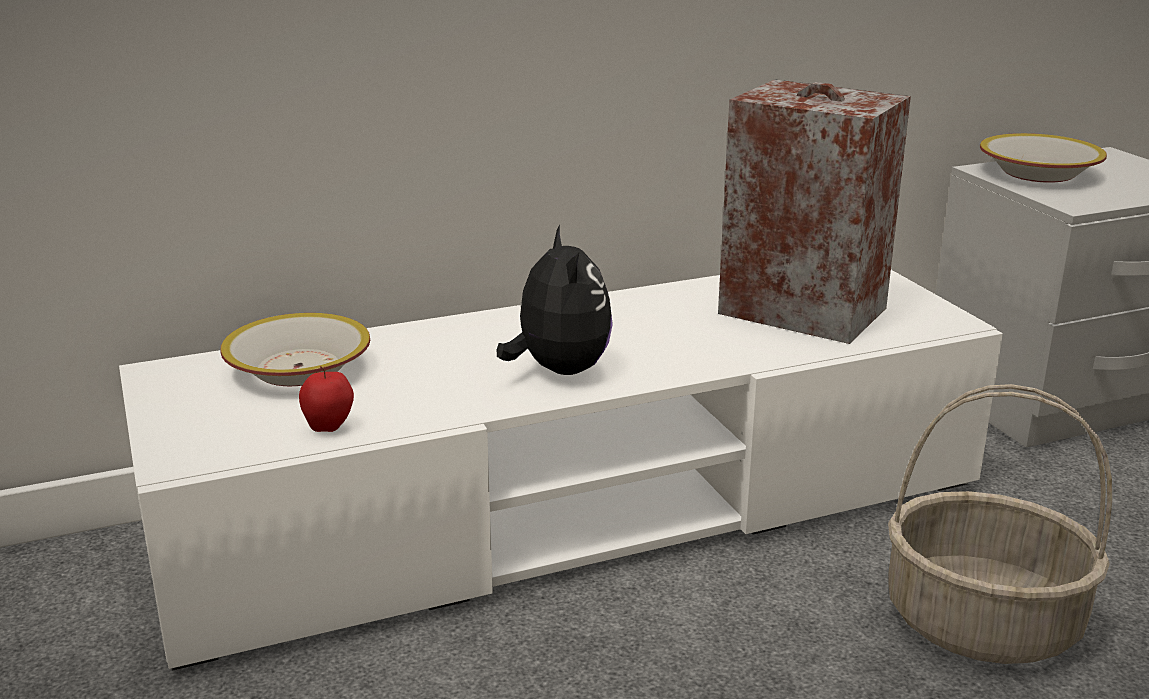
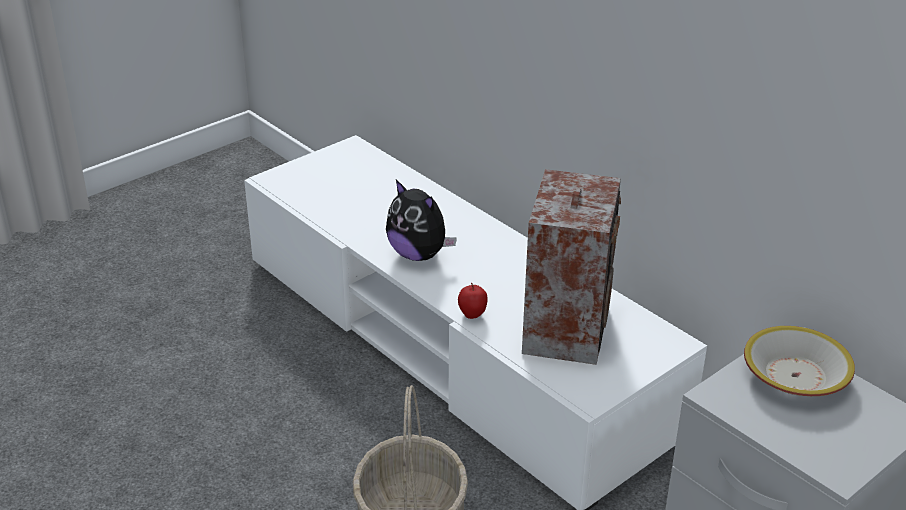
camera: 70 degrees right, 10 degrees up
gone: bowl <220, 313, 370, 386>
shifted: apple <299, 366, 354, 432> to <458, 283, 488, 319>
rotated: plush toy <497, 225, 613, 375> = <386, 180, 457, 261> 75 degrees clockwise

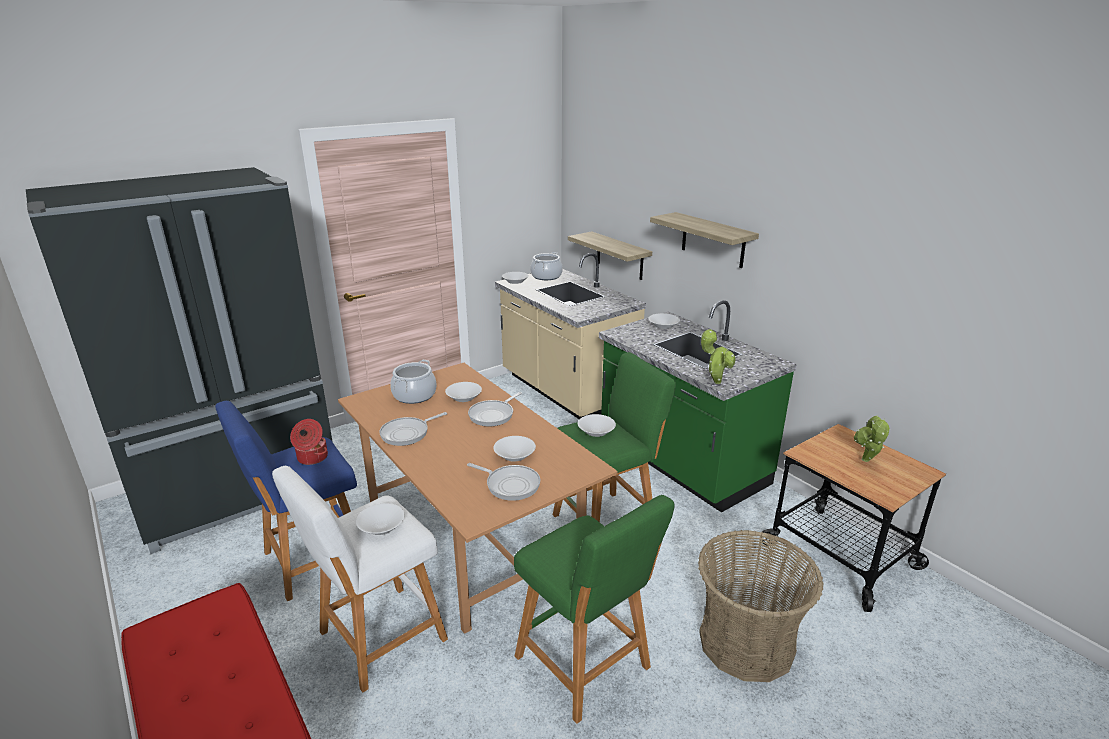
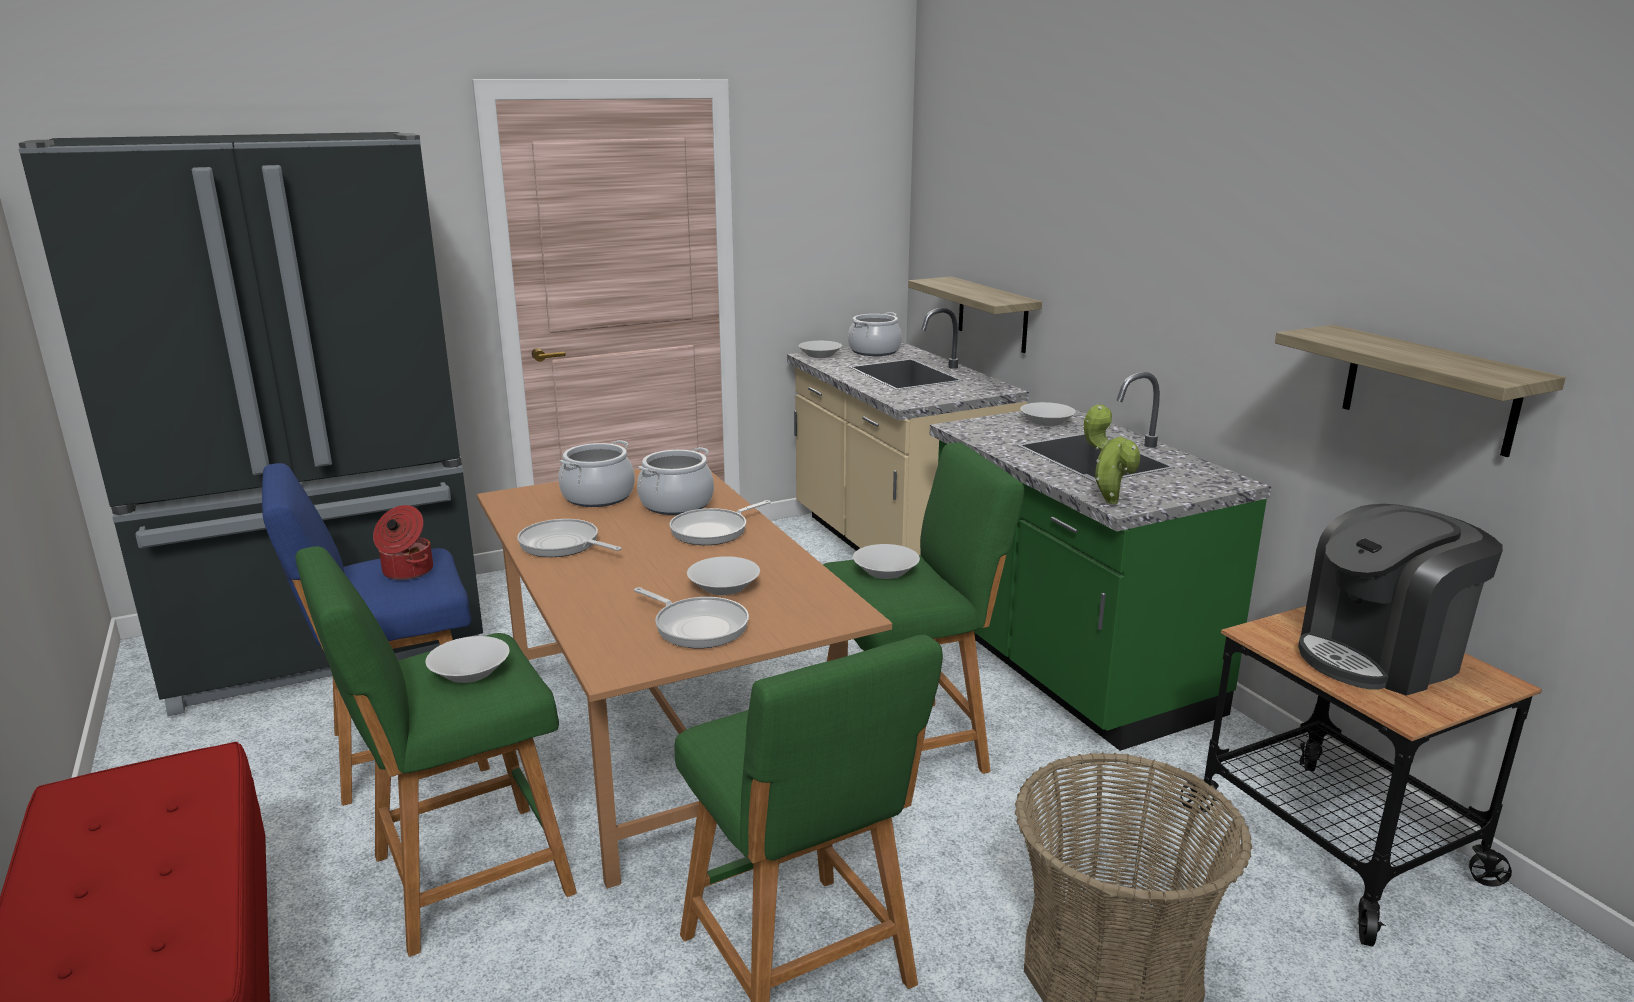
camera: 10 degrees right, 5 degrees down
shifted: shelf <650, 212, 759, 268> to <1275, 325, 1566, 457>
swapped: white bowl <445, 382, 482, 402> to cooking pot <637, 447, 714, 515>; potted plant <854, 415, 890, 462> to coffee machine <1298, 504, 1503, 696>
repainted: white stool <272, 466, 448, 692> to green stool <295, 546, 577, 957>
rotated: frying pan <379, 412, 447, 446> = <517, 519, 622, 557> 60 degrees clockwise

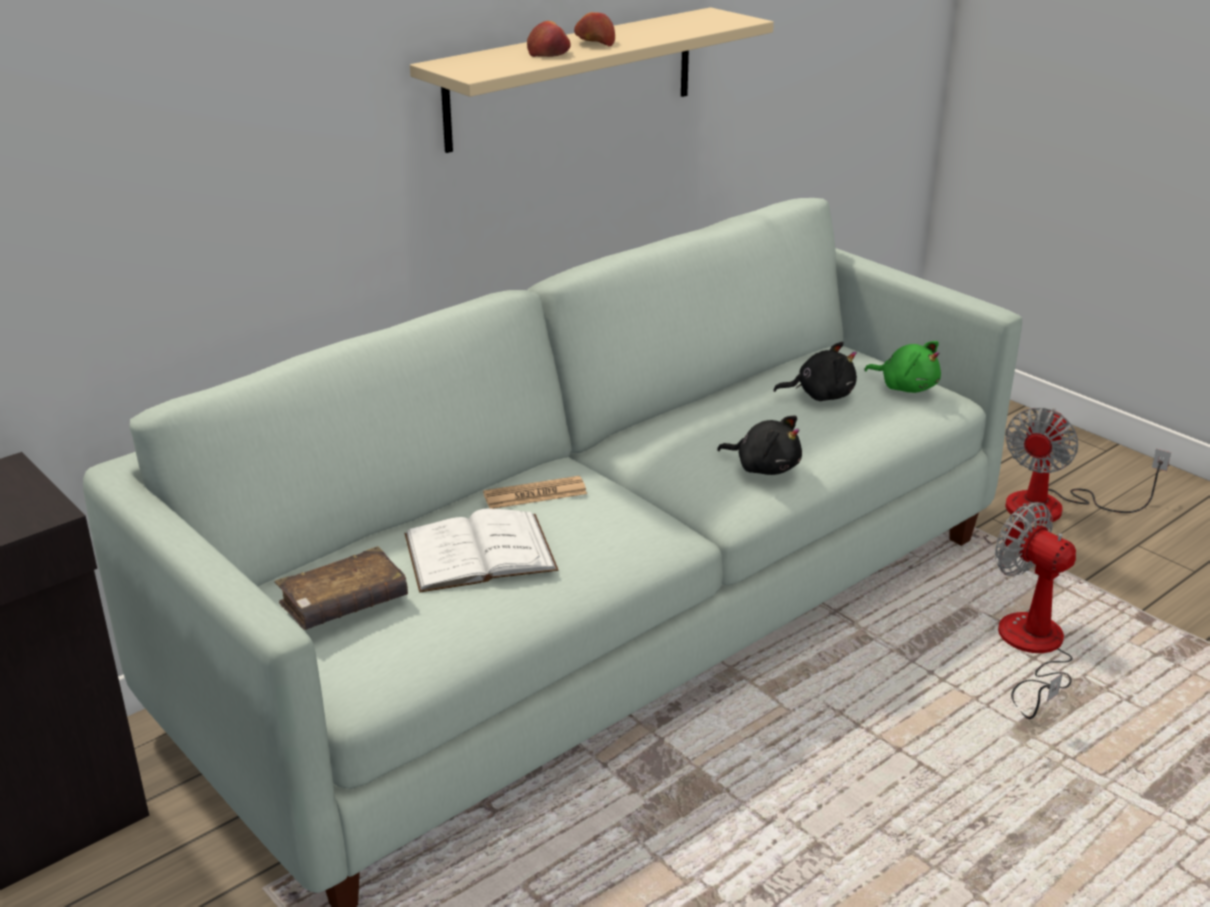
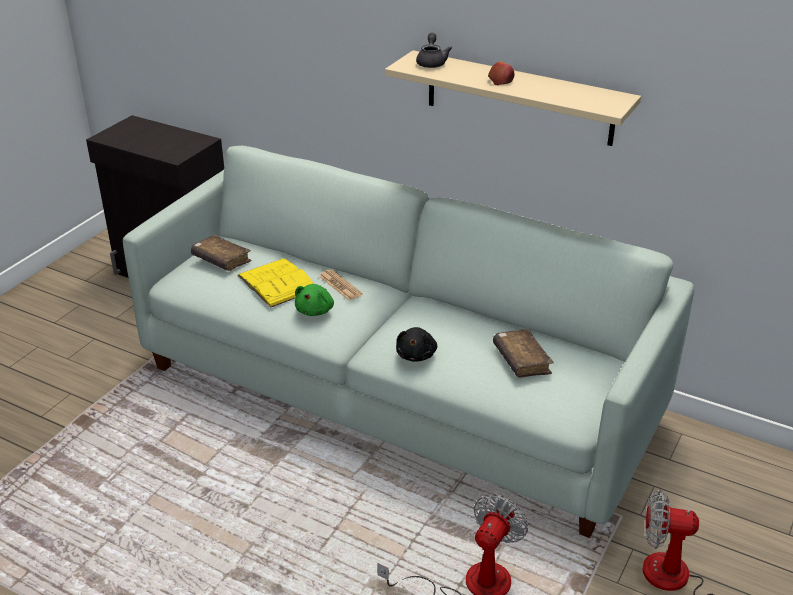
camera: 70 degrees right, 5 degrees up
gone: apple <527, 21, 571, 57>
new: grey teapot <416, 33, 452, 68>
shifted: green plush toy <864, 341, 941, 393> to <295, 284, 334, 316>
swapped: black plush toy <773, 342, 857, 401> to brown book <493, 329, 554, 378>
repainted: white book <405, 509, 559, 593> to yellow book <237, 258, 314, 308>

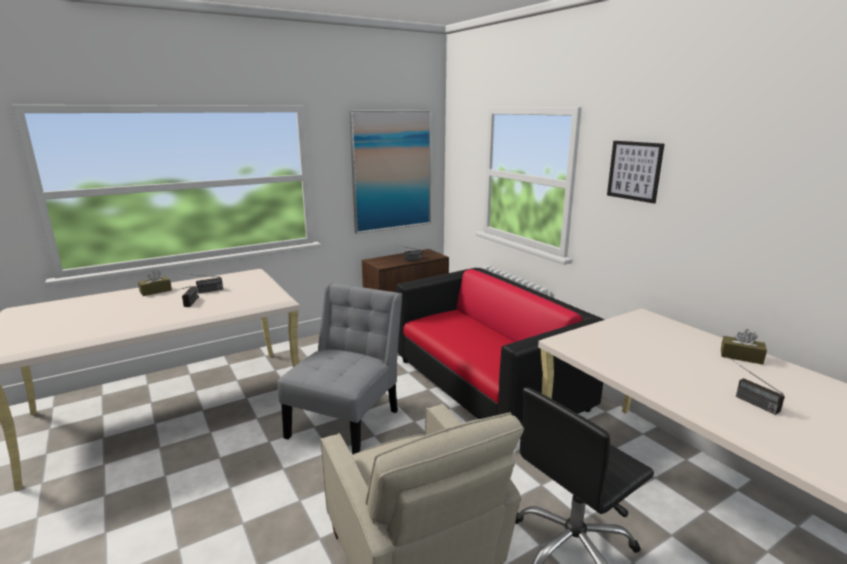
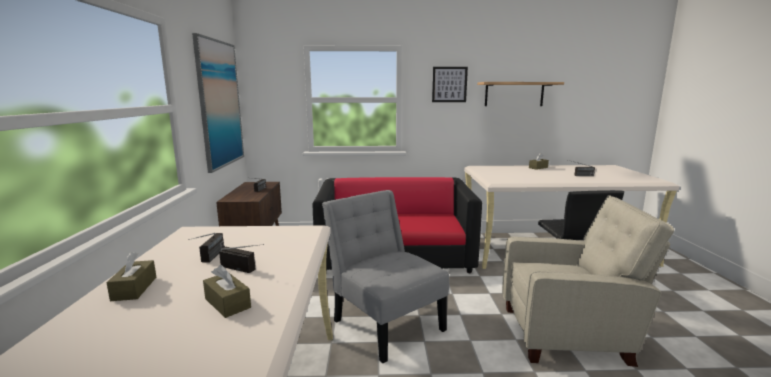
camera: 60 degrees left, 5 degrees down
new: shelf <477, 82, 564, 106>; brown tissue box <203, 265, 251, 318>

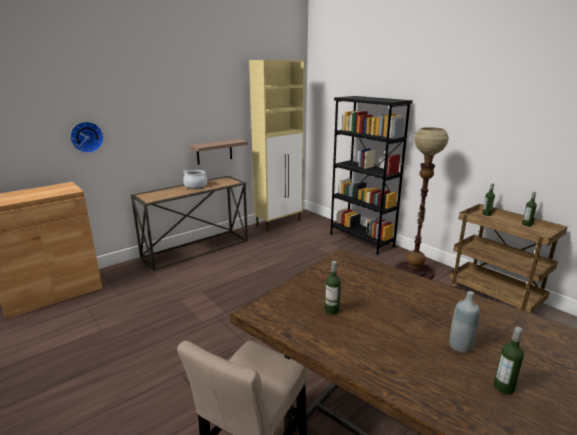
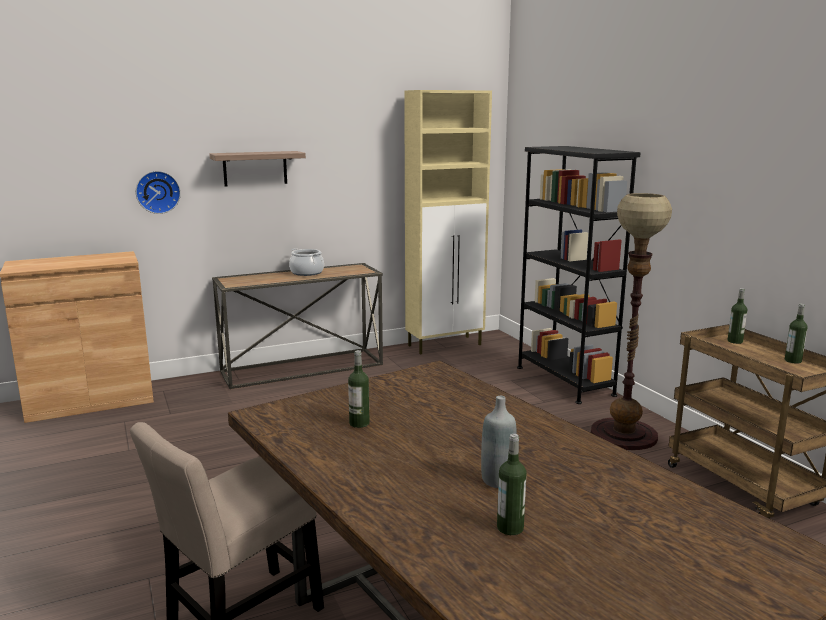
camera: 15 degrees right, 5 degrees down
shifted: shelf <189, 139, 247, 165> to <210, 151, 306, 187>

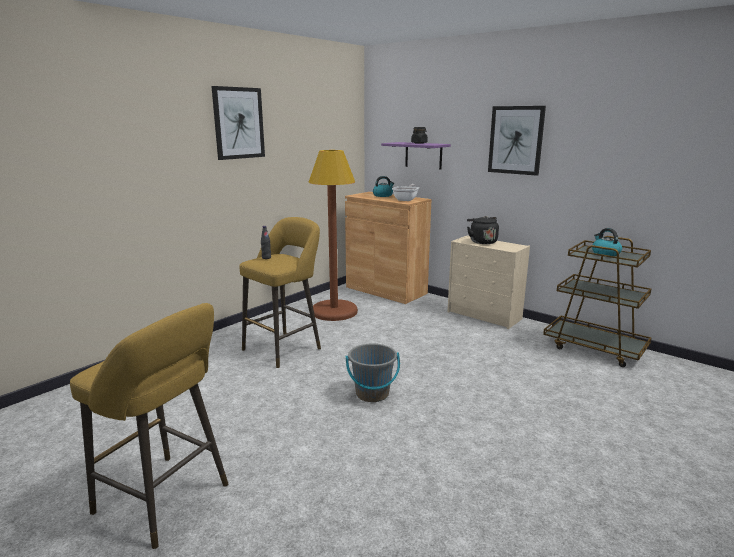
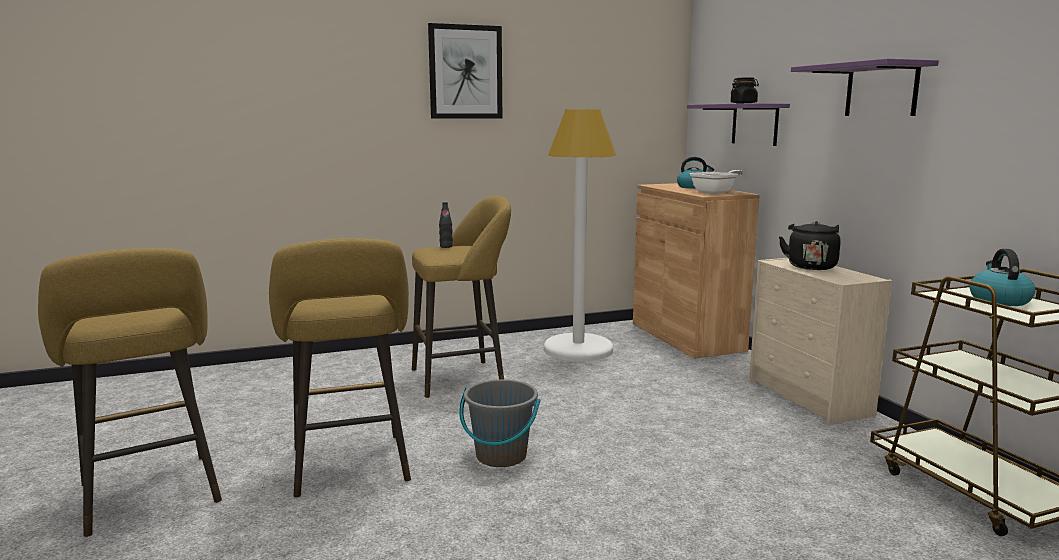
camera: 30 degrees right, 5 degrees down
new: yellow stool <269, 238, 411, 497>
swapped: picture <488, 106, 546, 176> to purple shelf <791, 59, 939, 116>
repainted: brown floor lamp <309, 150, 358, 321> to white floor lamp <544, 109, 616, 362>

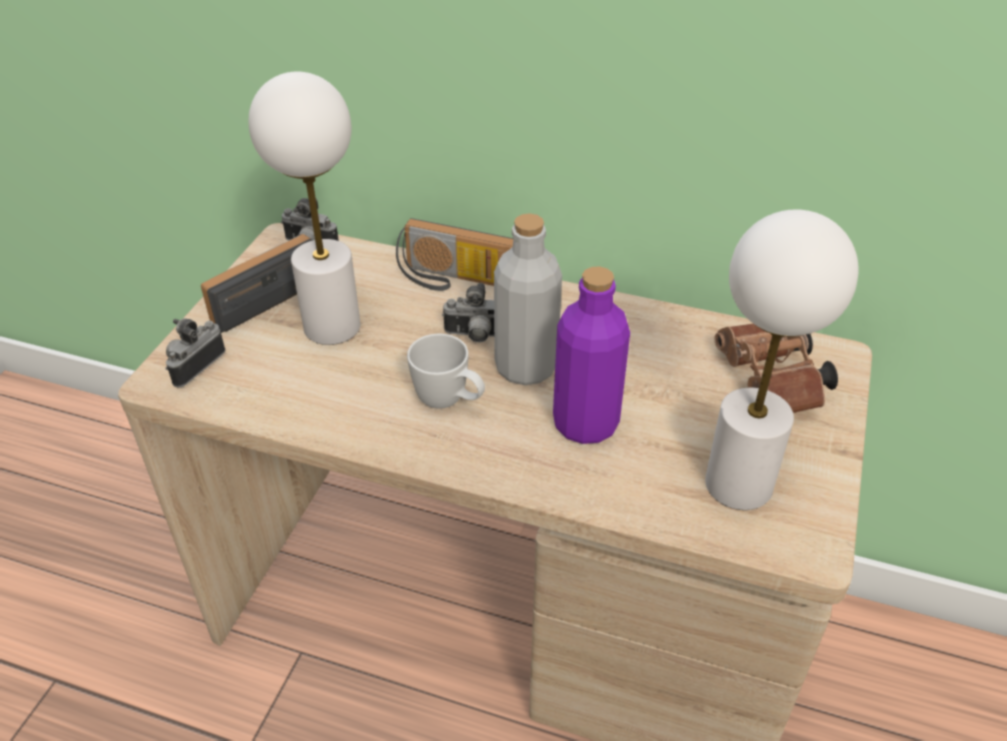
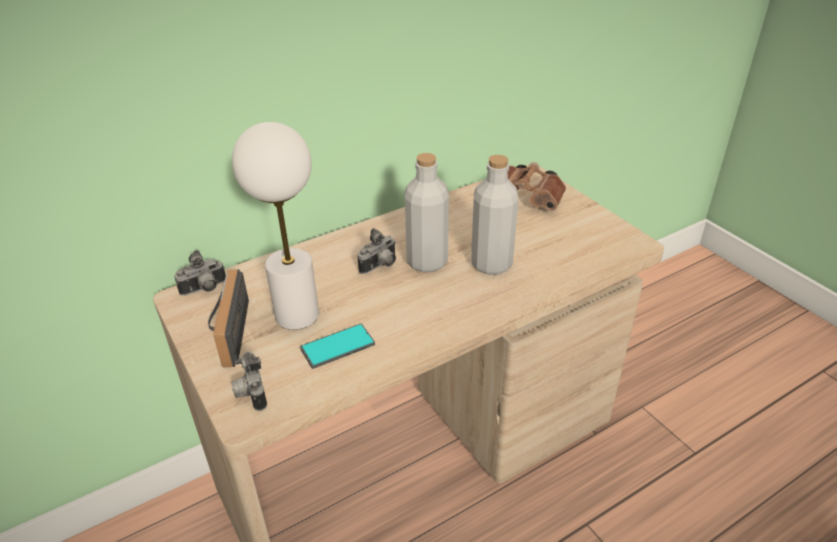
camera: 50 degrees left, 5 degrees down
gone: white table lamp <705, 210, 859, 510>; radio <396, 218, 513, 291>; white mug <407, 334, 485, 409>
new: phone <300, 324, 375, 369>
repainted: purple bottle <553, 266, 630, 444> to grey bottle <471, 155, 519, 275>

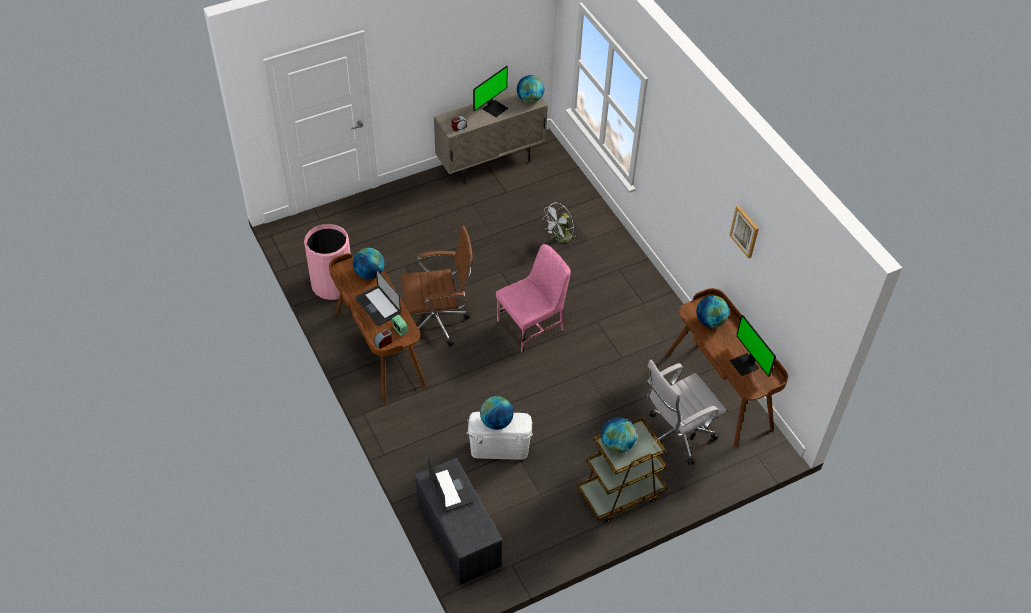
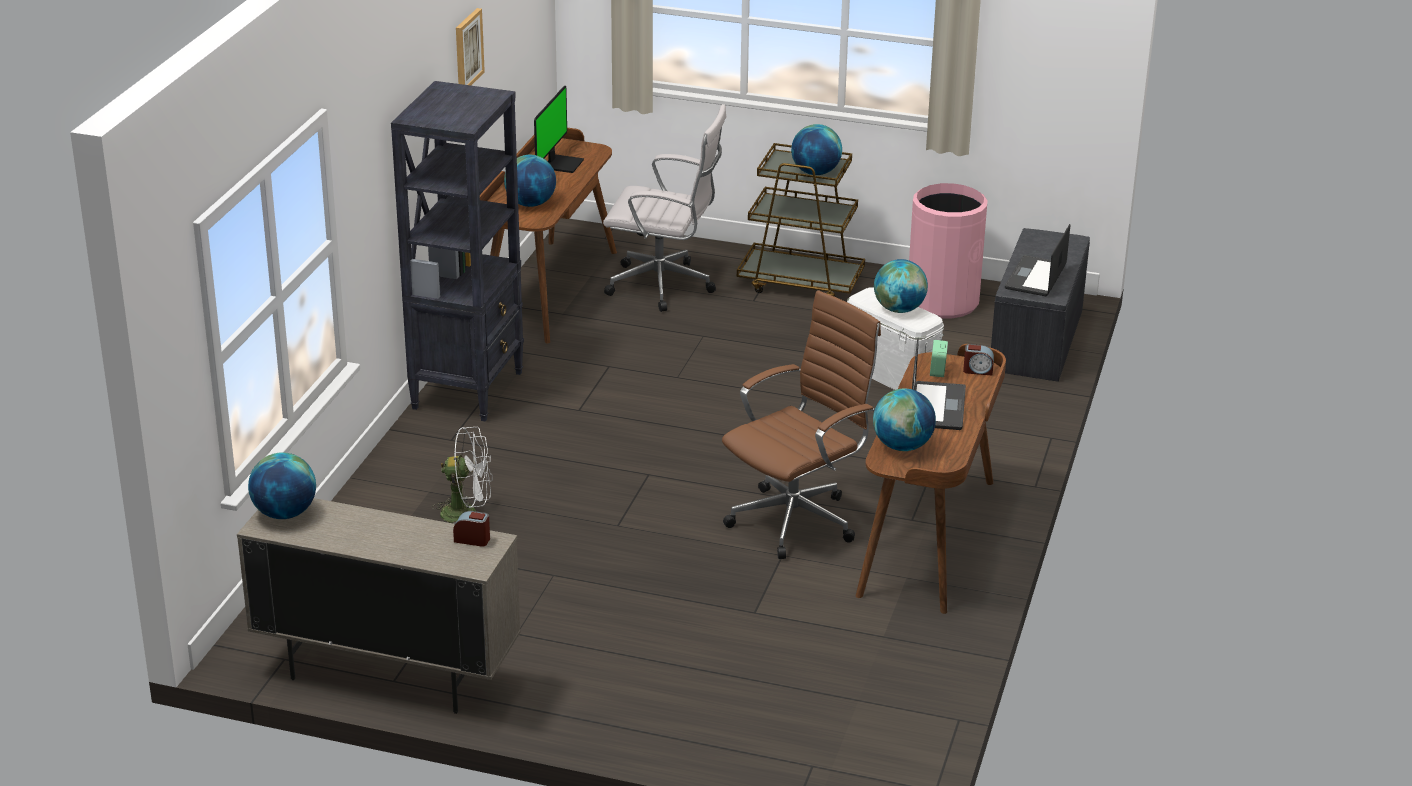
camera: 135 degrees left, 20 degrees down
gone: monitor <473, 66, 508, 117>; pink chair <496, 244, 571, 353>
new: black bookcase <391, 81, 524, 422>
shifted: pink trash can <304, 224, 351, 300> to <909, 183, 988, 318>
rotated: brown office chair <402, 226, 473, 347> = <722, 290, 881, 559> 105 degrees clockwise

